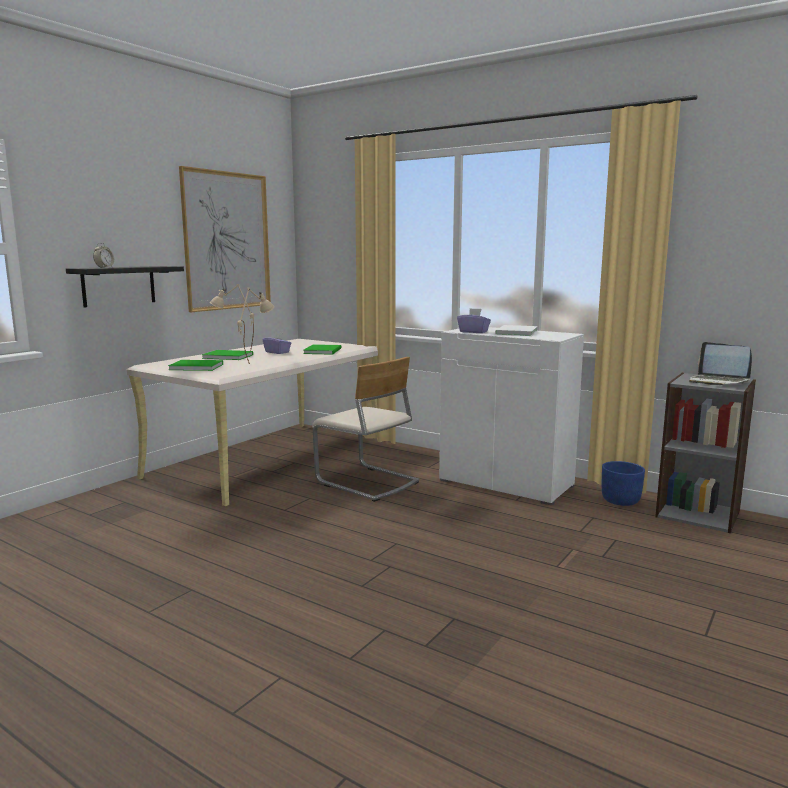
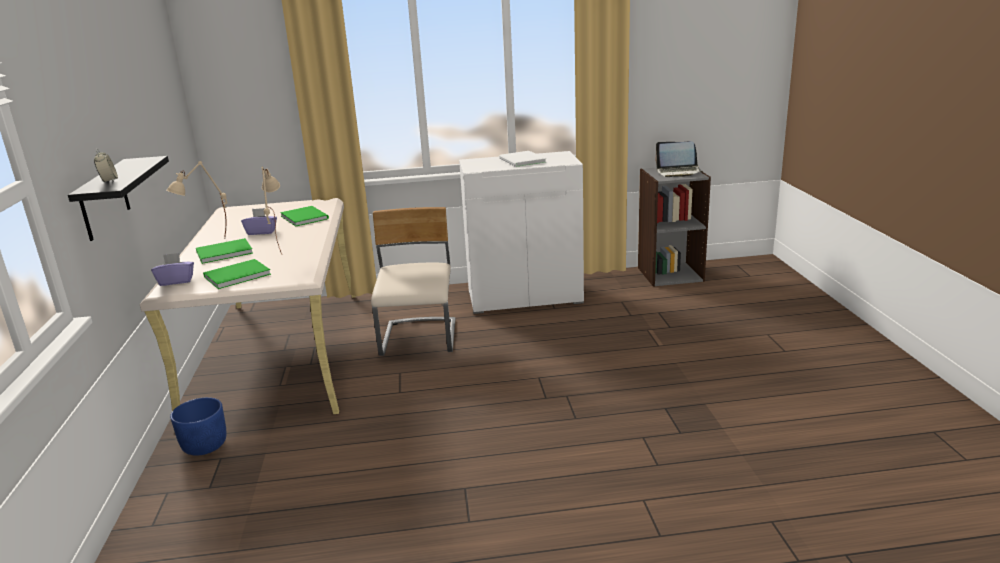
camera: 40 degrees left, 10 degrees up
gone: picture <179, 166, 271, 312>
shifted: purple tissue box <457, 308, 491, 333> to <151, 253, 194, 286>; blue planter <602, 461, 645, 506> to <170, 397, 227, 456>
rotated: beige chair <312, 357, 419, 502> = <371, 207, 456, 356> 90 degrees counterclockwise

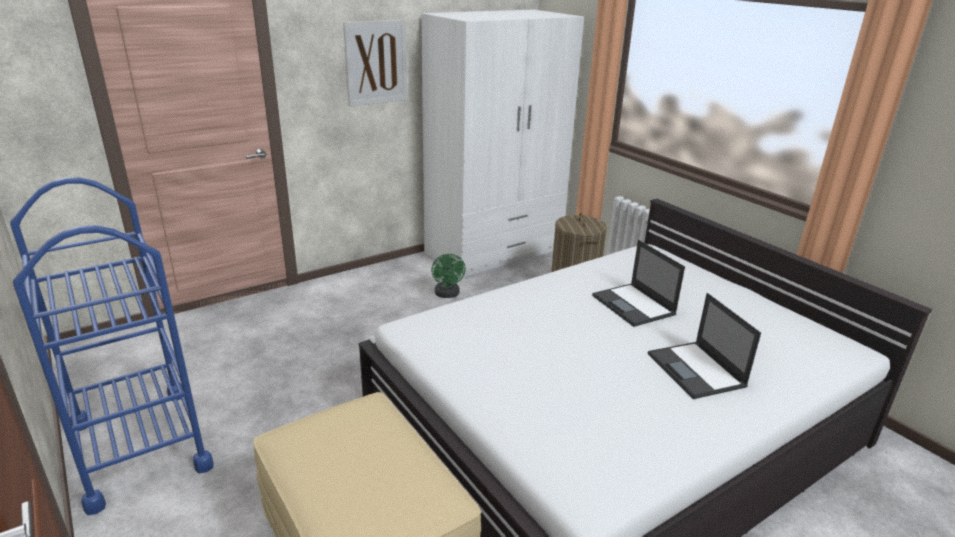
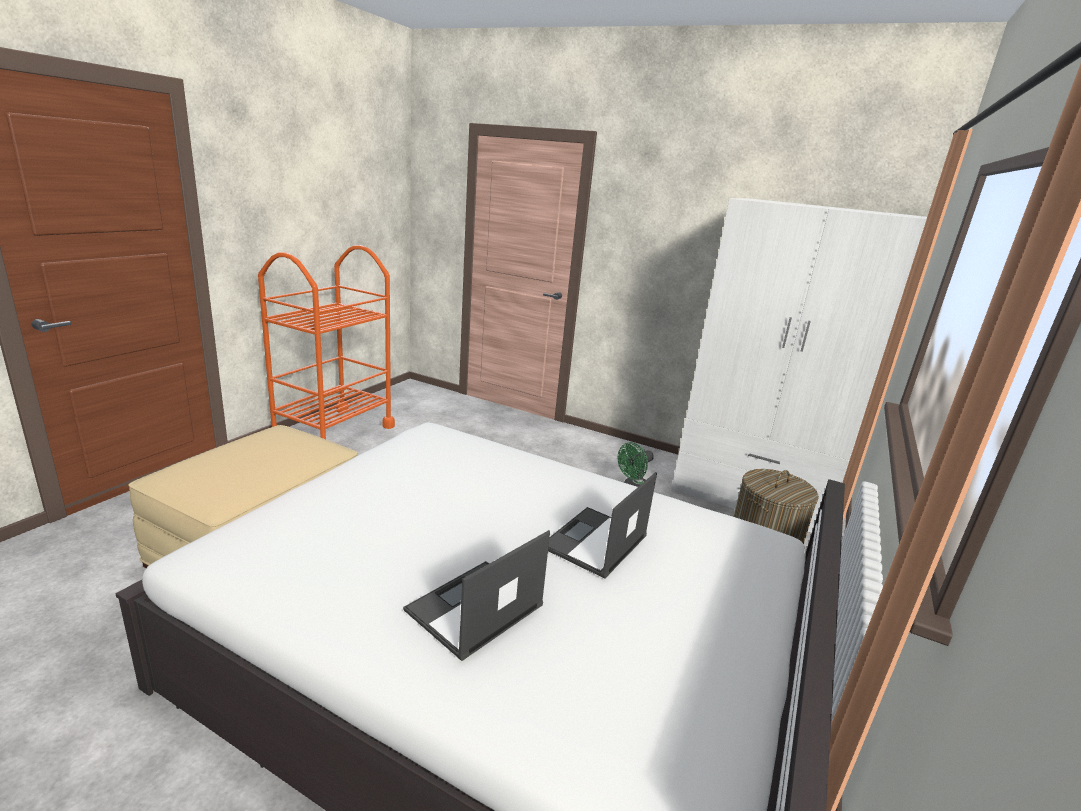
camera: 60 degrees right, 5 degrees down
gone: picture <343, 20, 408, 107>
repainted: blue cart <10, 177, 214, 515> to orange cart <258, 245, 395, 439>

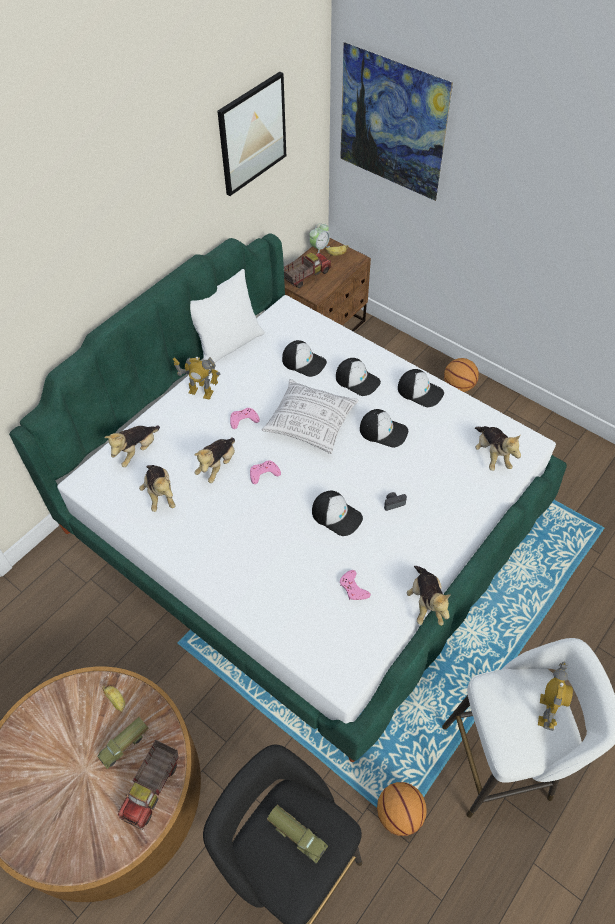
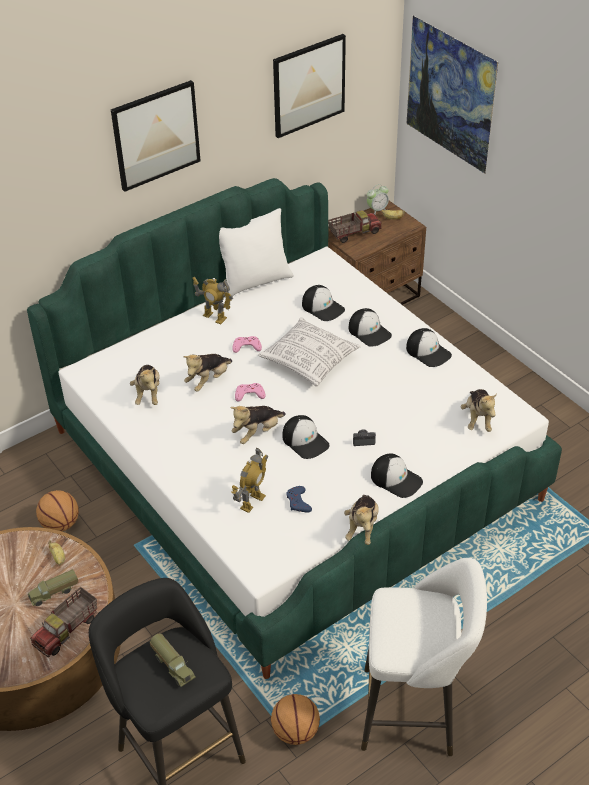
camera: 15 degrees right, 10 degrees down
new: picture <111, 80, 201, 192>
shifted: basketball <444, 358, 479, 392> to <36, 490, 79, 531>; cap <360, 409, 408, 448> to <371, 453, 423, 498>; plush toy <104, 425, 160, 467> to <230, 406, 286, 444>; toy robot <538, 661, 573, 731> to <231, 448, 268, 513>
repainted: pink game controller <340, 570, 371, 600> to blue game controller <286, 486, 312, 513>

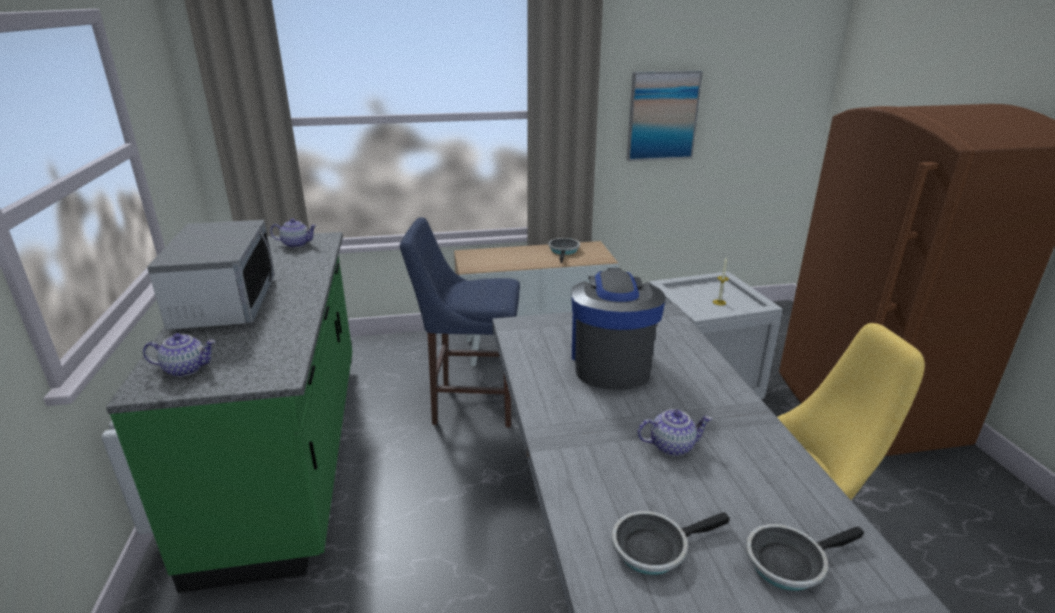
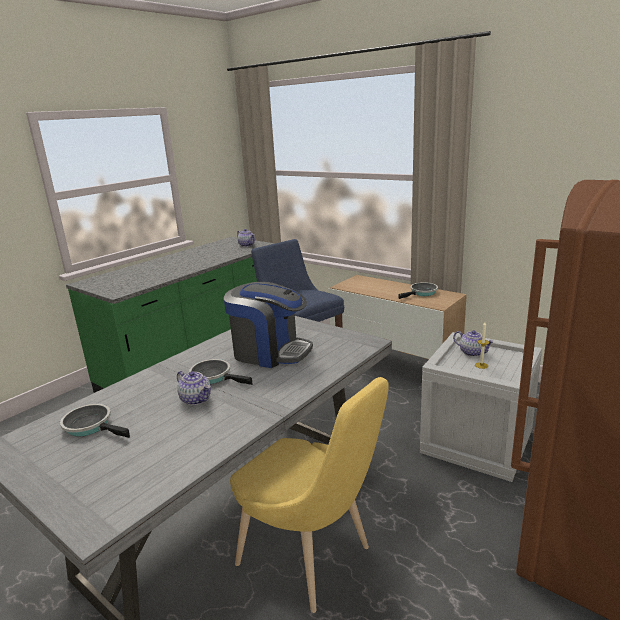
camera: 50 degrees right, 5 degrees down
gone: picture <626, 71, 703, 161>; microwave <147, 220, 275, 330>
shifted: teapot <143, 333, 216, 377> to <453, 330, 494, 357>; frying pan <746, 524, 864, 591> to <189, 359, 252, 385>
rotated: coffee machine <571, 268, 666, 390> = <224, 282, 313, 368> 60 degrees clockwise

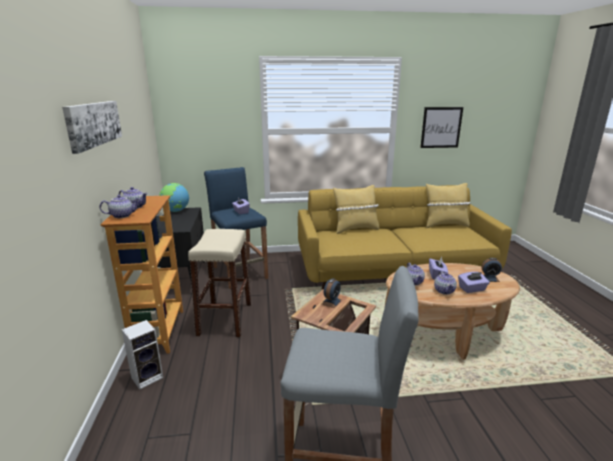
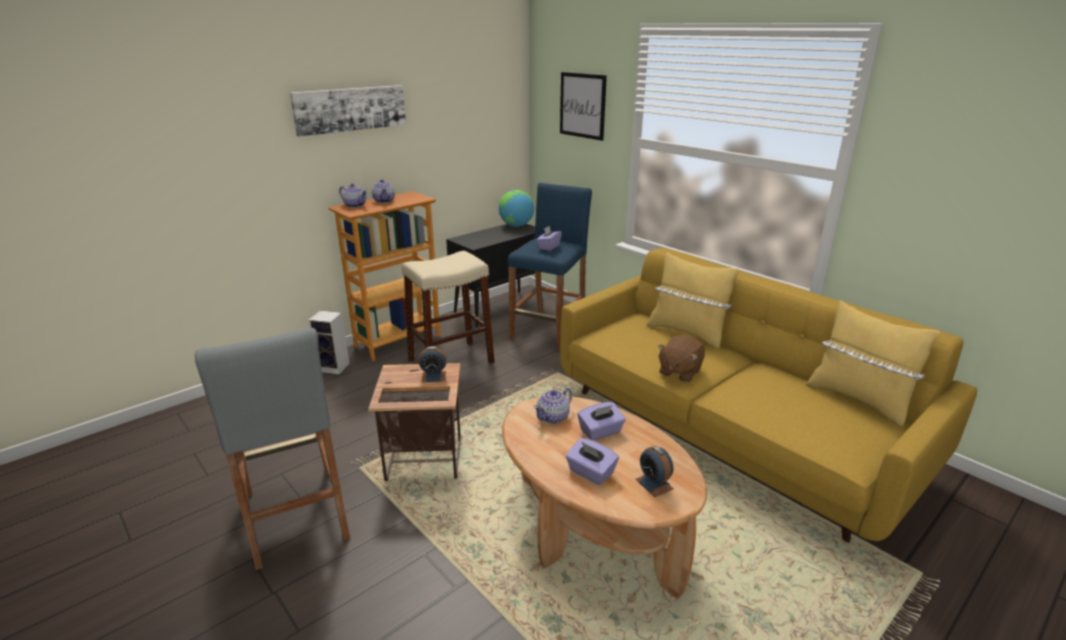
camera: 55 degrees right, 5 degrees up
gone: teapot <434, 270, 457, 295>
new: brown plush toy <658, 335, 705, 382>
shifted: picture <420, 107, 463, 148> to <560, 72, 607, 141>

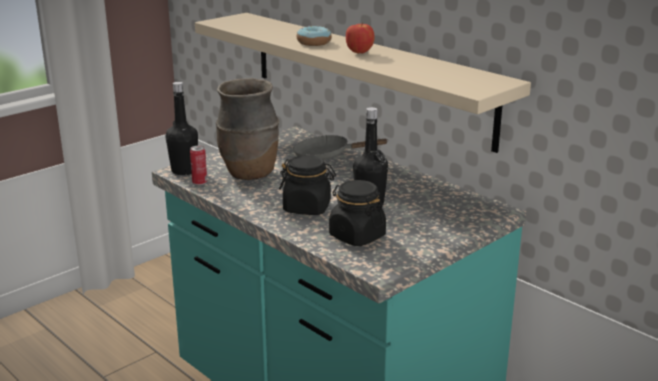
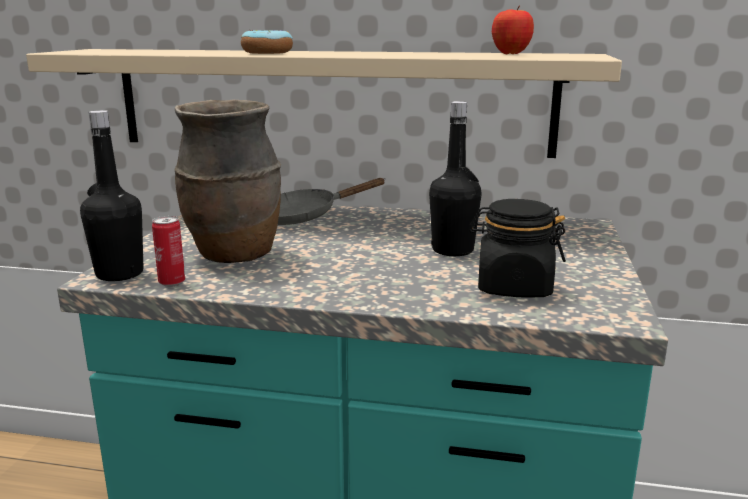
camera: 35 degrees left, 5 degrees down
gone: black jar <279, 155, 336, 215>
shifted: apple <346, 23, 375, 54> to <492, 5, 534, 54>

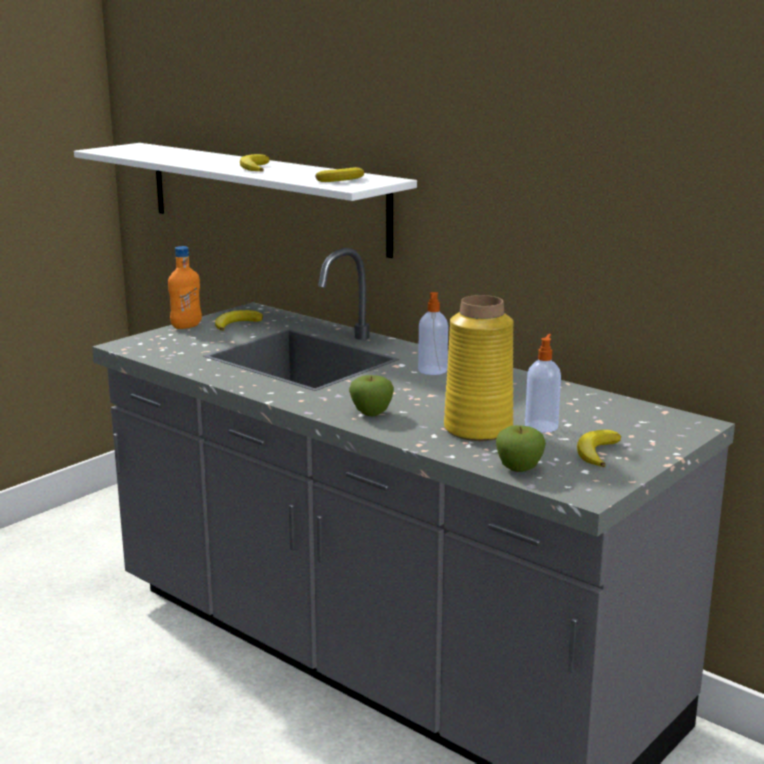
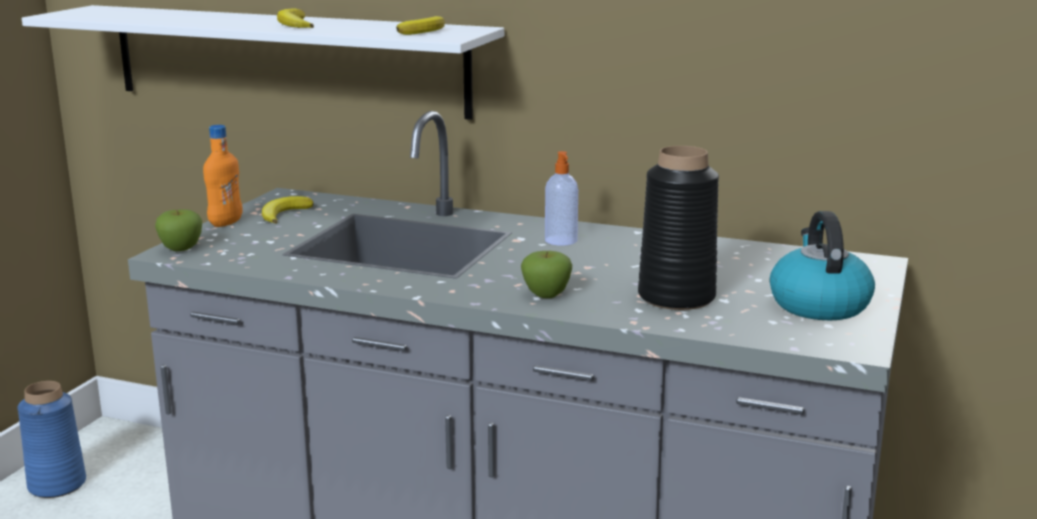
camera: 20 degrees left, 0 degrees up
gone: soap dispenser <525, 334, 561, 433>
new: blue vase <17, 381, 86, 498>
shifted: apple <496, 425, 546, 472> to <155, 209, 202, 251>
swapped: banana <577, 430, 621, 467> to kettle <770, 211, 875, 320>
repainted: yellow vase <444, 295, 514, 441> to black vase <638, 146, 719, 310>

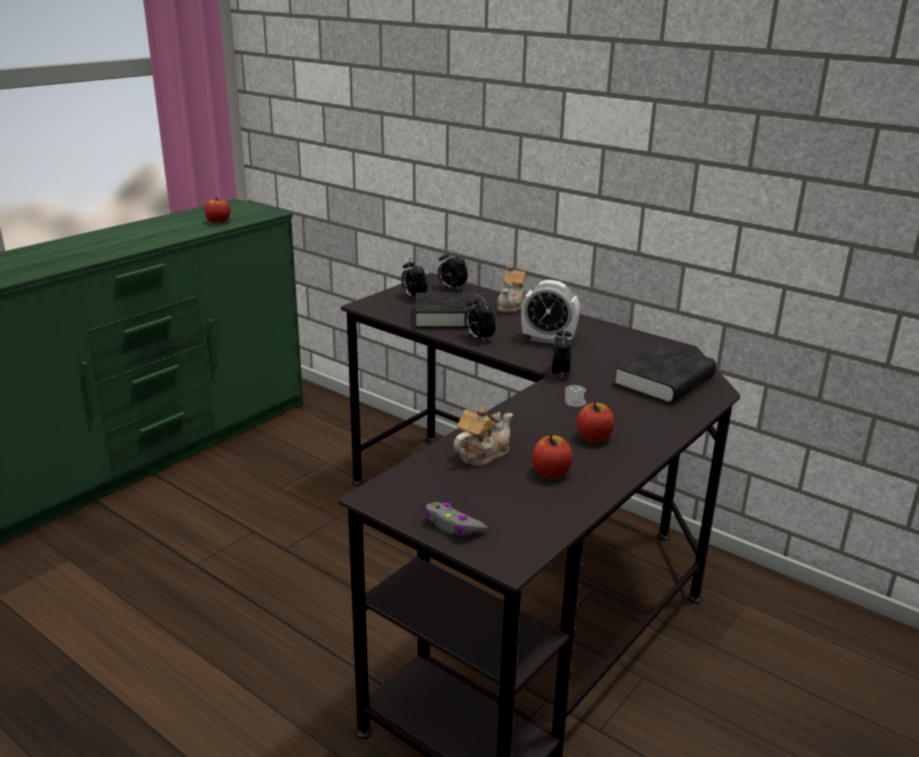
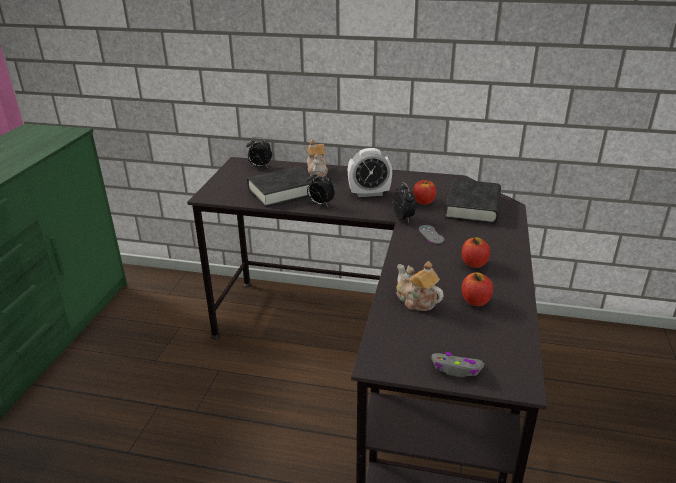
camera: 25 degrees left, 5 degrees up
gone: alarm clock <401, 258, 427, 297>
shifted: apple <204, 198, 230, 223> to <413, 180, 436, 205>
rotated: teapot <454, 406, 513, 466> = <396, 261, 443, 311> 60 degrees counterclockwise

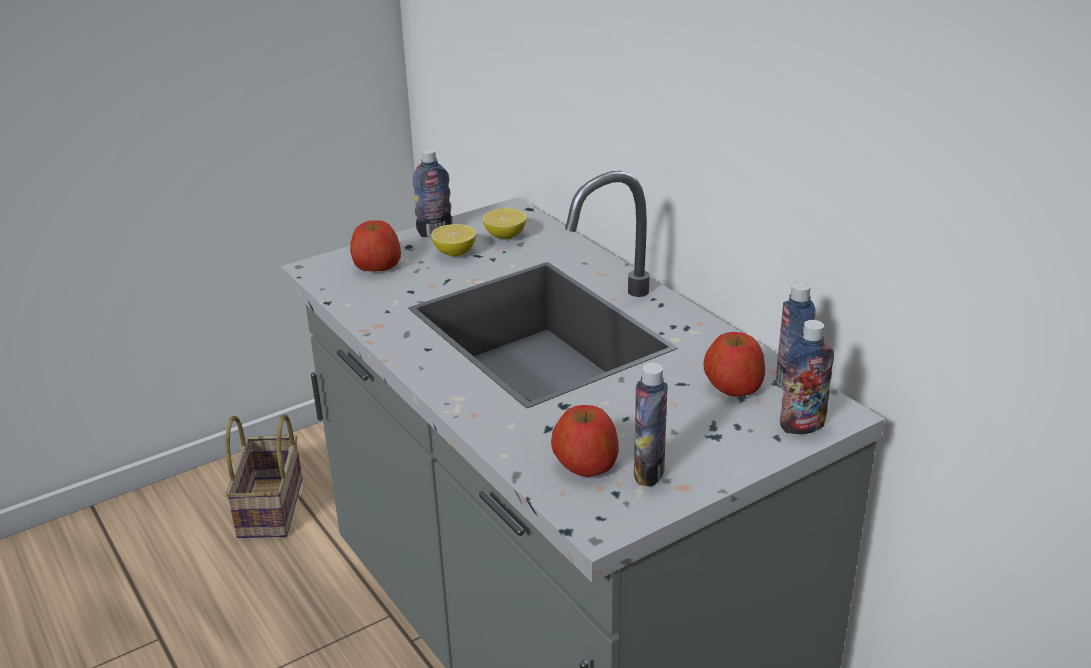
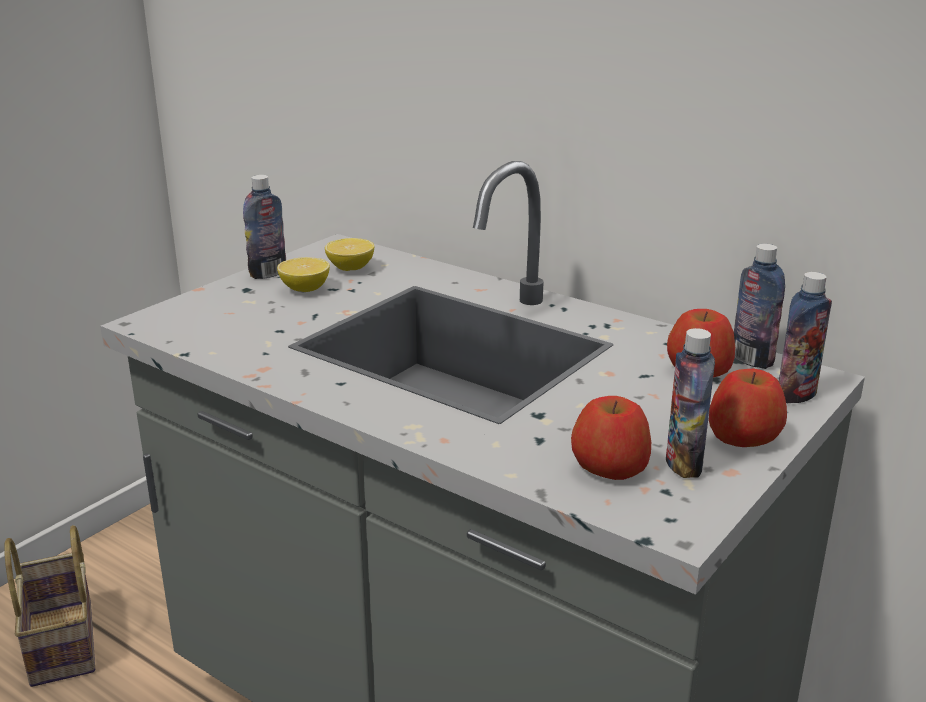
camera: 20 degrees left, 5 degrees down
shifted: apple <350, 220, 401, 272> to <709, 369, 787, 447>

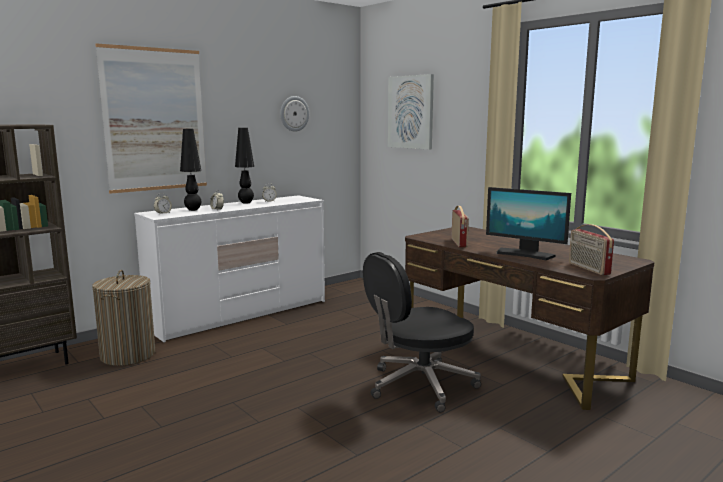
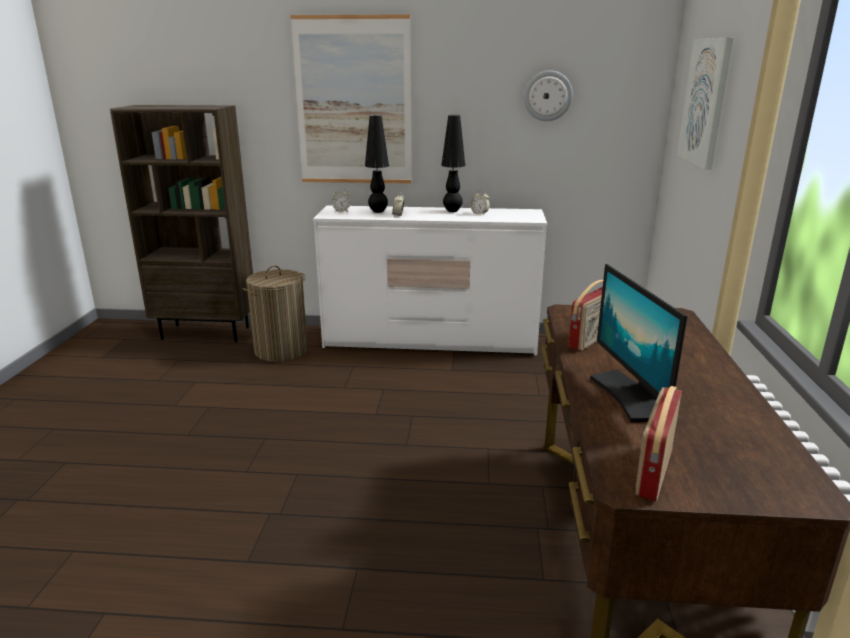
camera: 45 degrees right, 10 degrees up
gone: black office chair <363, 252, 481, 412>

